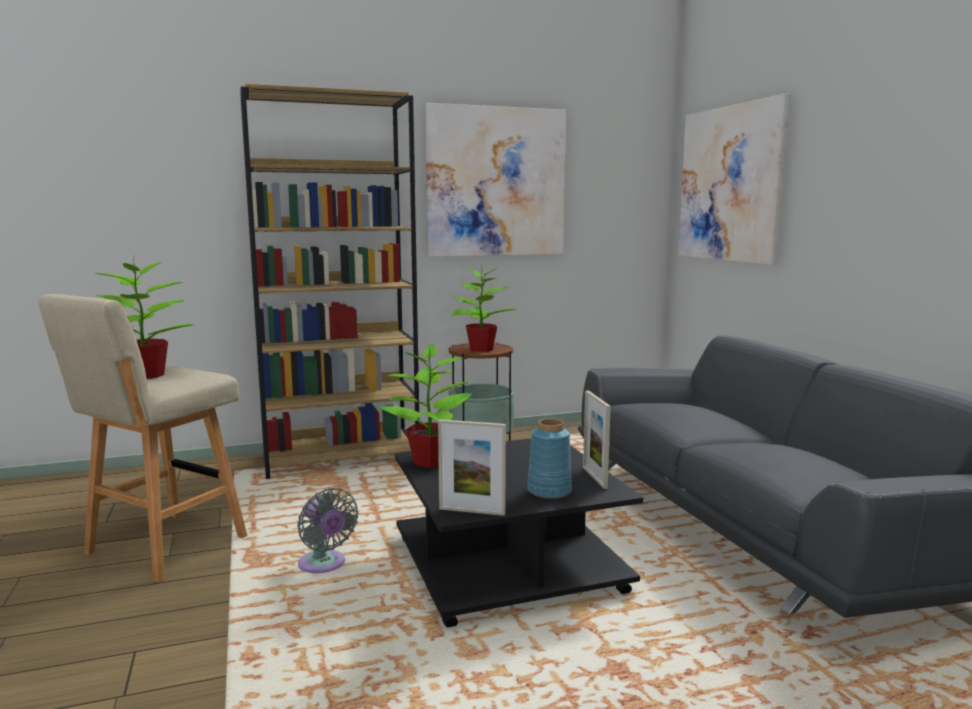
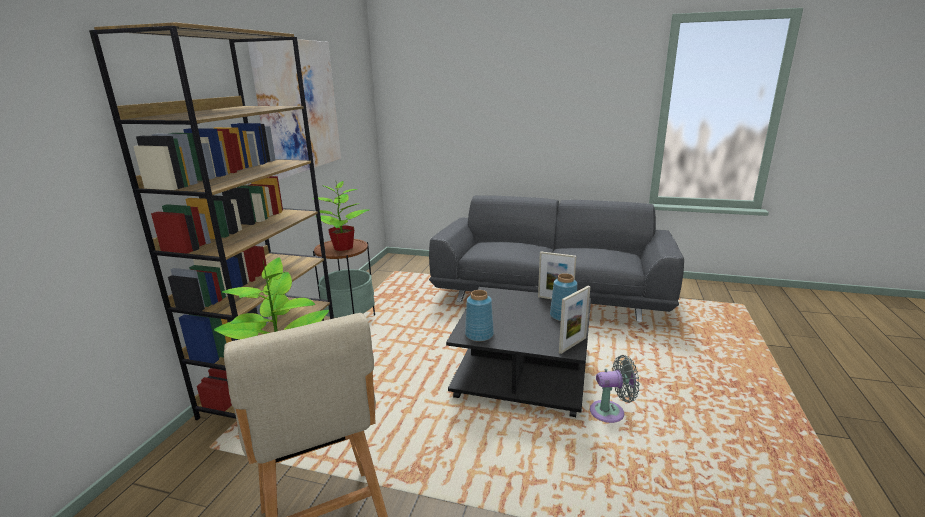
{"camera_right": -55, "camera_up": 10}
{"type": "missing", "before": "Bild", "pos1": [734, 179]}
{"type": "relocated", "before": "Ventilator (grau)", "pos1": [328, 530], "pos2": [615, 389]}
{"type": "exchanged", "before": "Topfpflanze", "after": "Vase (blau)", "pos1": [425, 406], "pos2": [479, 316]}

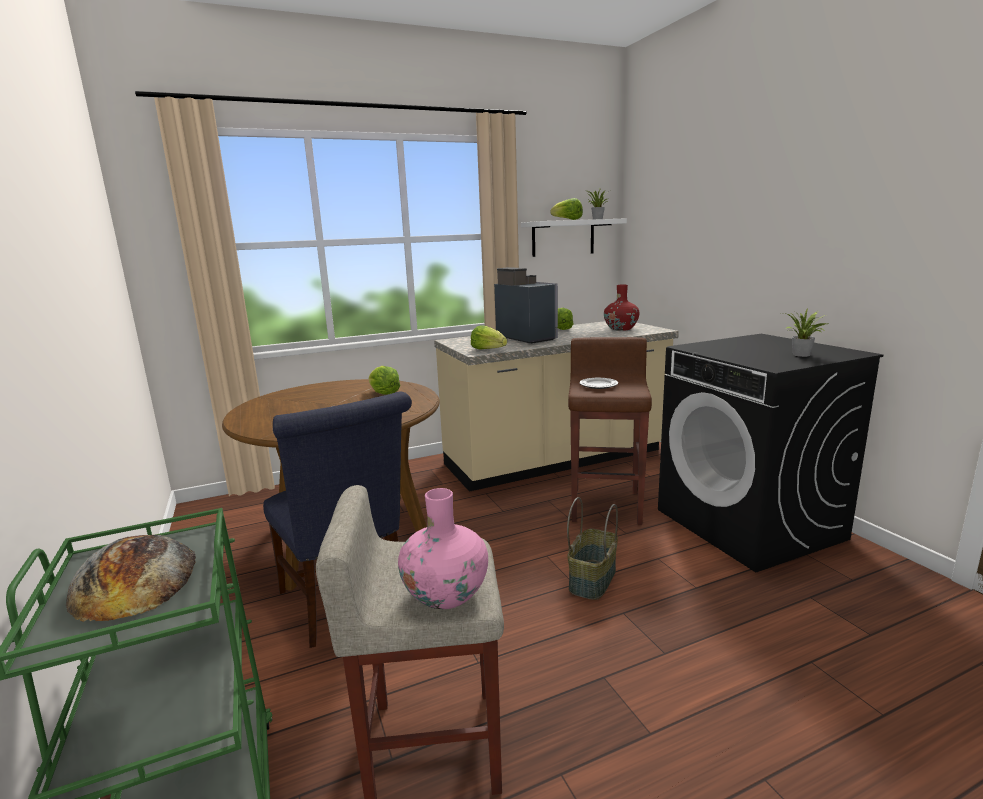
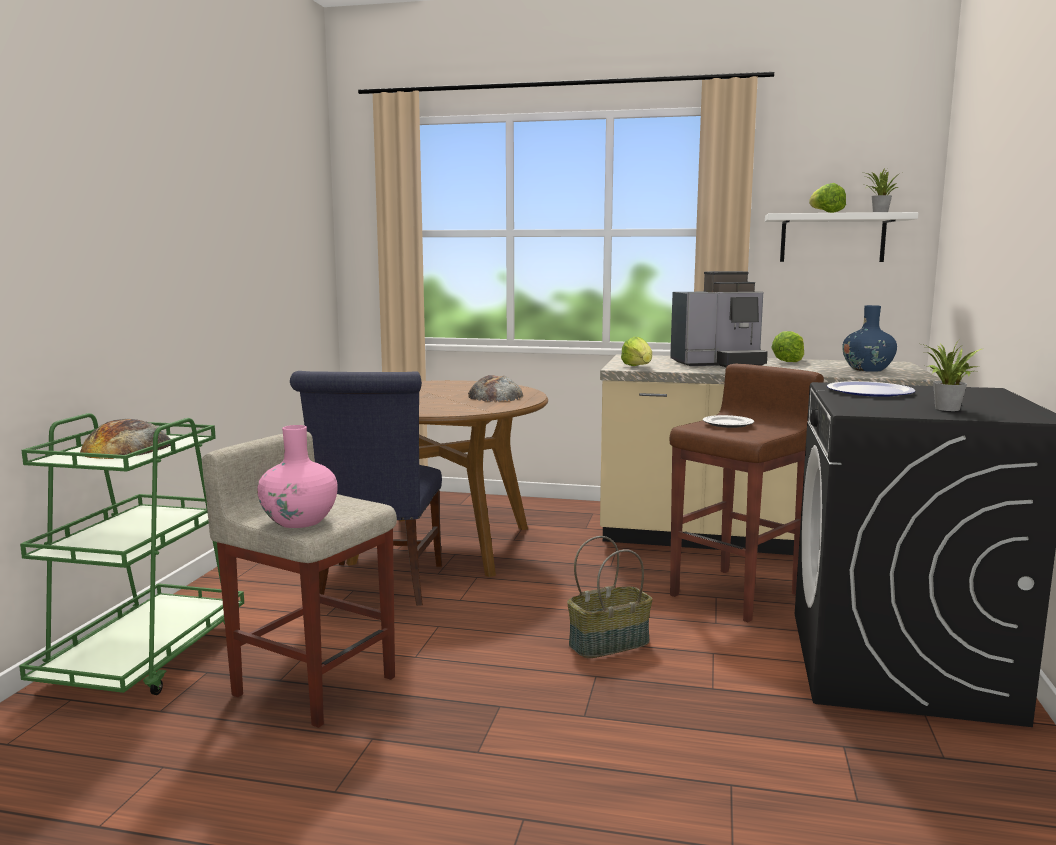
{"camera_right": 35, "camera_up": -5}
{"type": "appeared", "after": "Teller", "pos2": [871, 389]}
{"type": "exchanged", "before": "Salatkopf", "after": "Brot", "pos1": [384, 380], "pos2": [496, 388]}
{"type": "colour", "before": "Vase (rot)", "after": "Vase (blau)", "pos1": [621, 308], "pos2": [869, 338]}
{"type": "spun", "before": "Kaffeemaschine", "pos1": [526, 305], "pos2": [719, 319], "turn": 75}

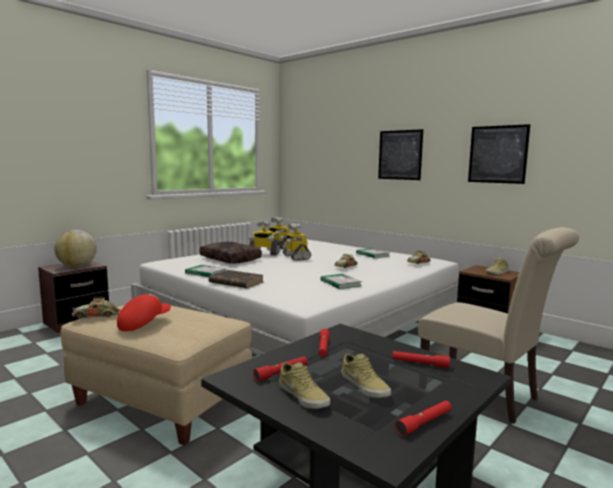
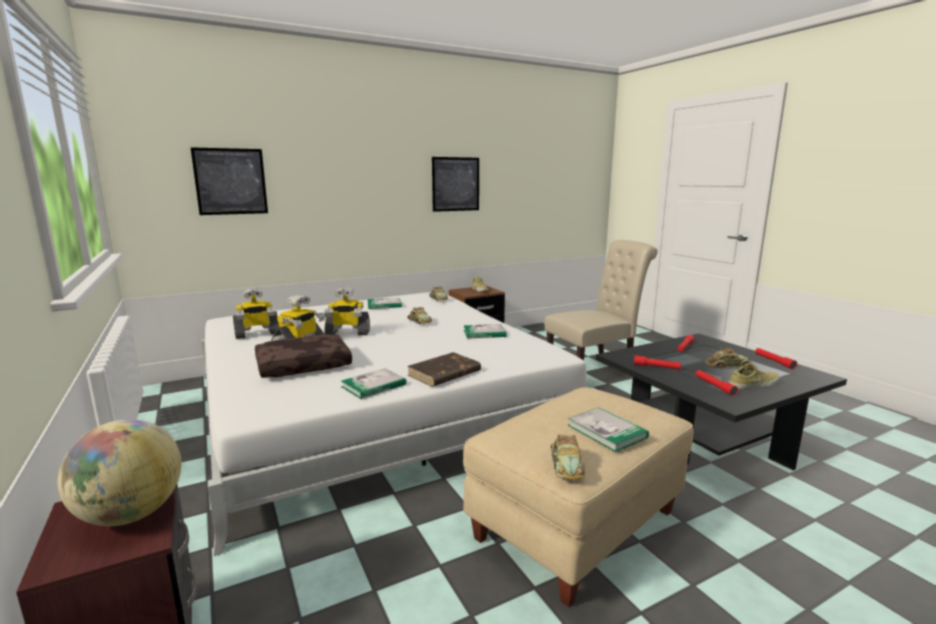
{"camera_right": -70, "camera_up": 5}
{"type": "relocated", "before": "Bild", "pos1": [400, 154], "pos2": [229, 181]}
{"type": "exchanged", "before": "Kappe (rot)", "after": "Buch", "pos1": [144, 313], "pos2": [608, 429]}
{"type": "exchanged", "before": "Schuh (beige)", "after": "Spielzeugauto", "pos1": [366, 376], "pos2": [728, 357]}

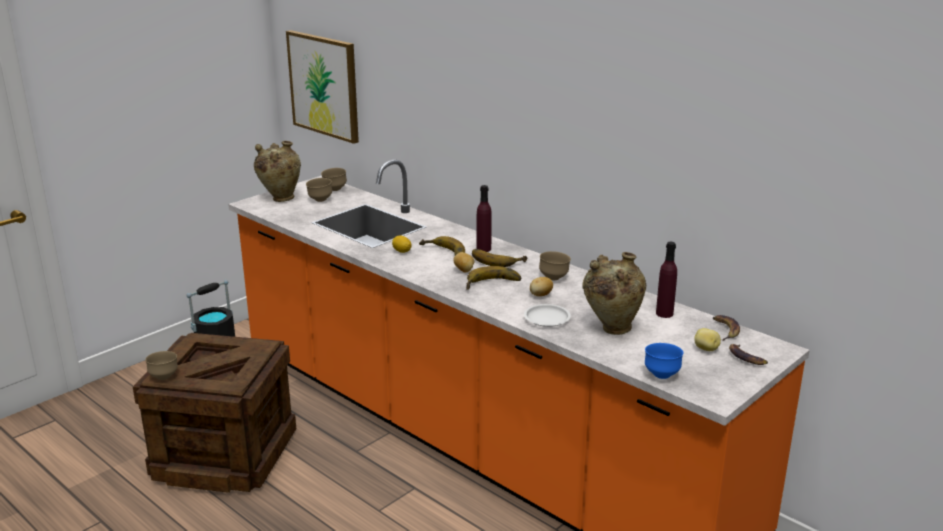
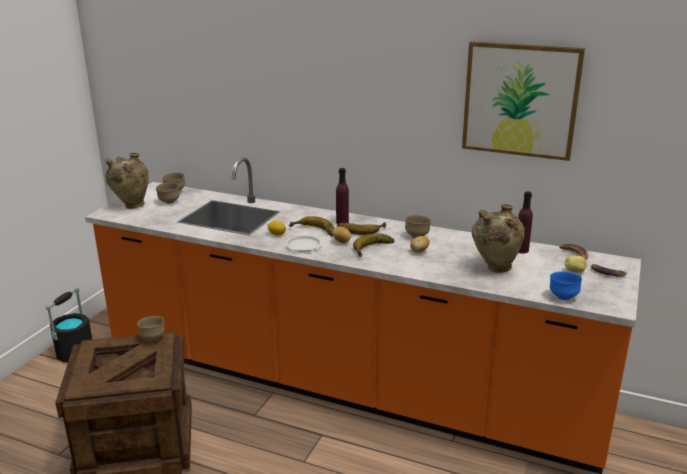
{"camera_right": -20, "camera_up": 0}
{"type": "relocated", "before": "Schüssel (braun)", "pos1": [161, 365], "pos2": [151, 328]}
{"type": "relocated", "before": "Bild", "pos1": [322, 87], "pos2": [523, 101]}
{"type": "relocated", "before": "Teller (weiß)", "pos1": [547, 315], "pos2": [303, 243]}

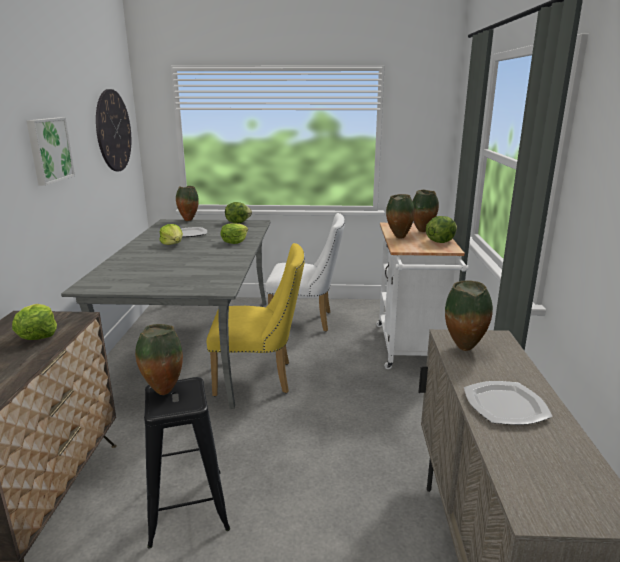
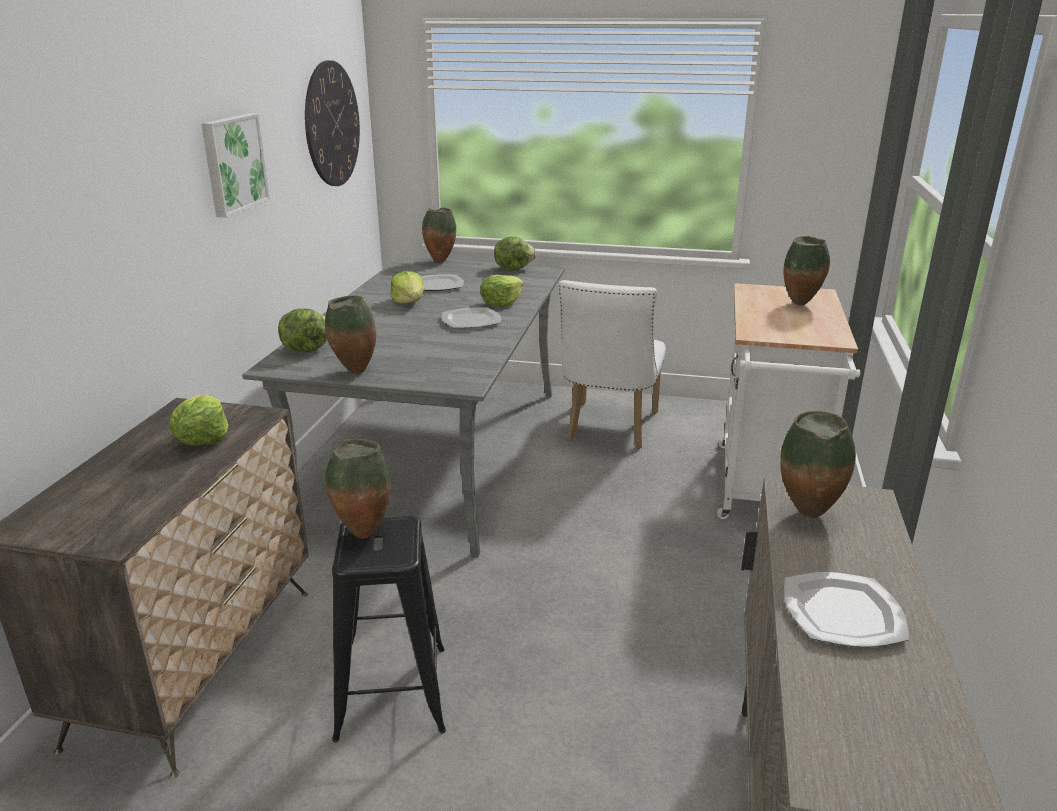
{"camera_right": 10, "camera_up": 5}
{"type": "missing", "before": "Stuhl (gelb)", "pos1": [256, 320]}
{"type": "appeared", "after": "Teller", "pos2": [471, 317]}
{"type": "relocated", "before": "Vase", "pos1": [400, 216], "pos2": [350, 335]}
{"type": "relocated", "before": "Salatkopf", "pos1": [441, 229], "pos2": [302, 330]}
{"type": "spun", "before": "Stuhl (weiß)", "pos1": [305, 272], "pos2": [612, 364], "turn": 90}

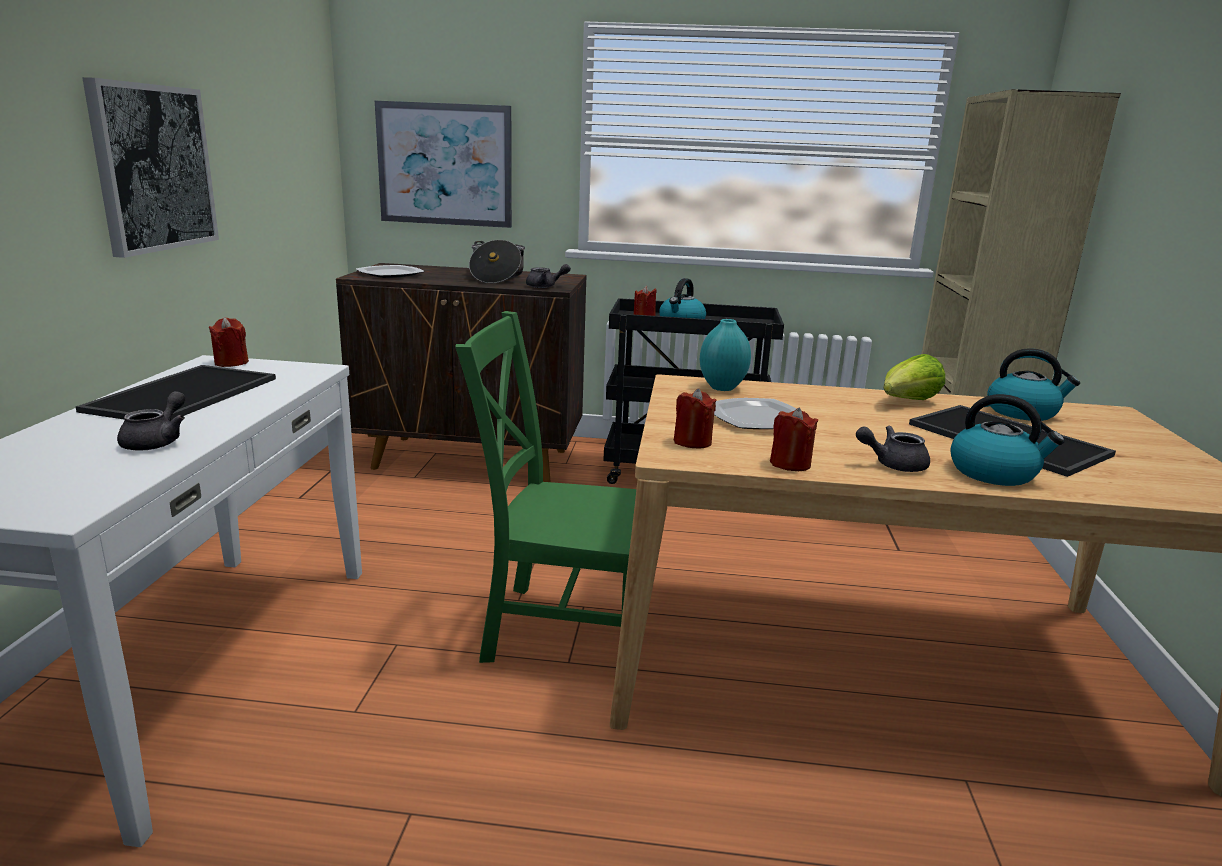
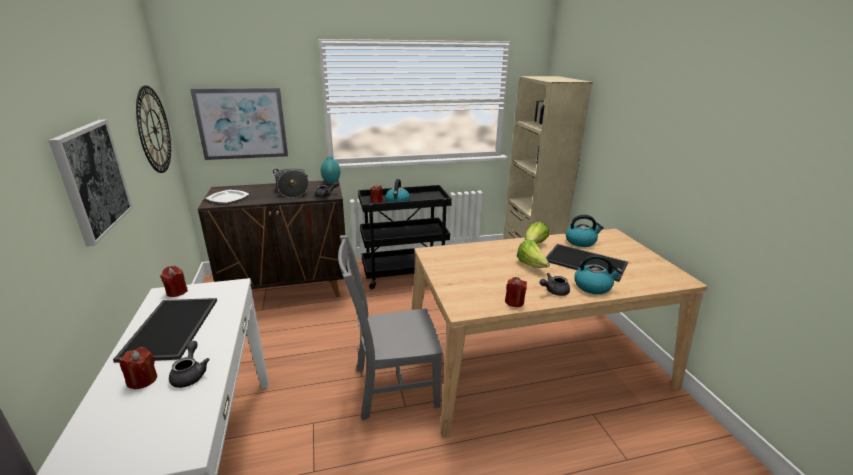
{"camera_right": -20, "camera_up": 5}
{"type": "missing", "before": "Teller", "pos1": [755, 413]}
{"type": "appeared", "after": "Wanduhr", "pos2": [153, 129]}
{"type": "appeared", "after": "Salatkopf", "pos2": [533, 254]}
{"type": "relocated", "before": "Kerze (rot)", "pos1": [695, 418], "pos2": [138, 368]}
{"type": "relocated", "before": "Vase (türkis)", "pos1": [725, 355], "pos2": [330, 170]}
{"type": "colour", "before": "Stuhl (grün)", "after": "Stuhl (grau)", "pos1": [545, 487], "pos2": [390, 328]}

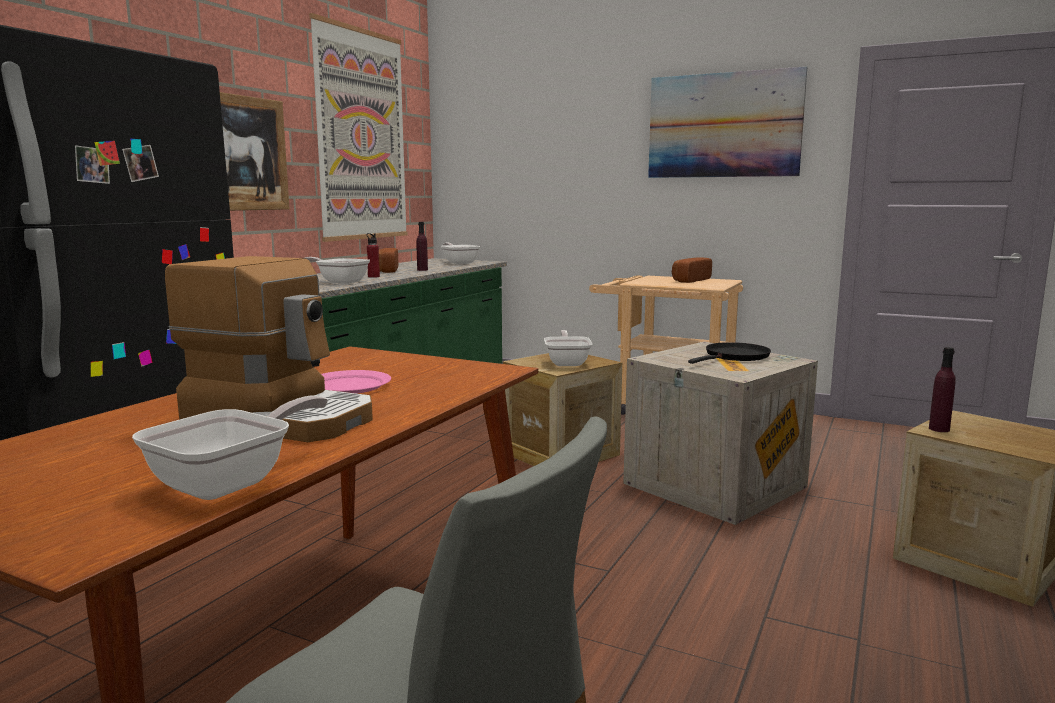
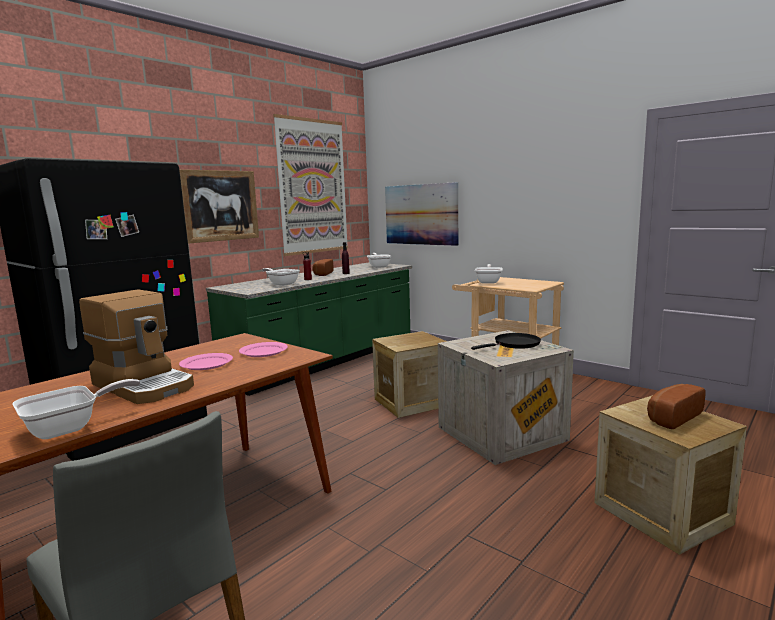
{"camera_right": 15, "camera_up": 0}
{"type": "missing", "before": "Flasche (lila)", "pos1": [942, 389]}
{"type": "appeared", "after": "Teller (rosa)", "pos2": [263, 349]}
{"type": "relocated", "before": "Pfanne", "pos1": [568, 348], "pos2": [488, 274]}
{"type": "relocated", "before": "Bild", "pos1": [727, 122], "pos2": [421, 214]}
{"type": "relocated", "before": "Brot", "pos1": [692, 270], "pos2": [676, 406]}

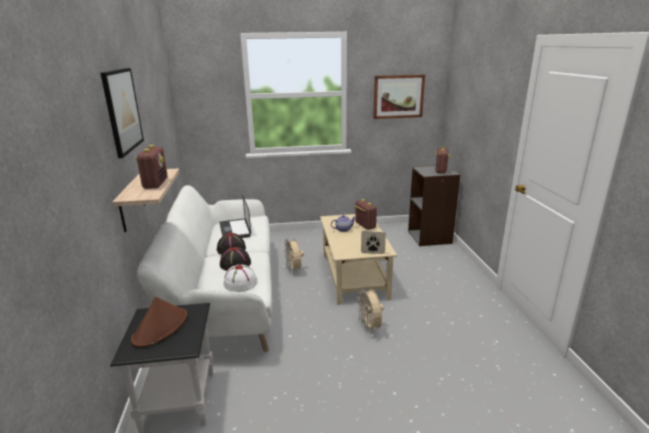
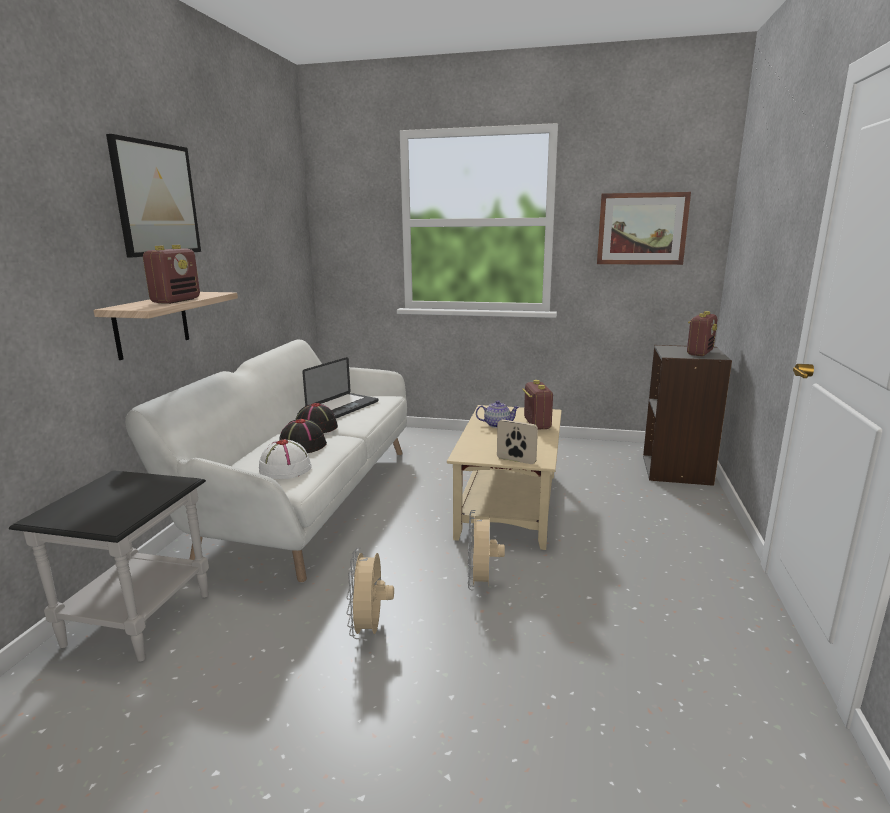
{"camera_right": 20, "camera_up": -5}
{"type": "missing", "before": "Hut (braun)", "pos1": [159, 322]}
{"type": "relocated", "before": "Ventilator (beige)", "pos1": [294, 256], "pos2": [370, 593]}
{"type": "spun", "before": "Laptop", "pos1": [235, 217], "pos2": [340, 387], "turn": -150}

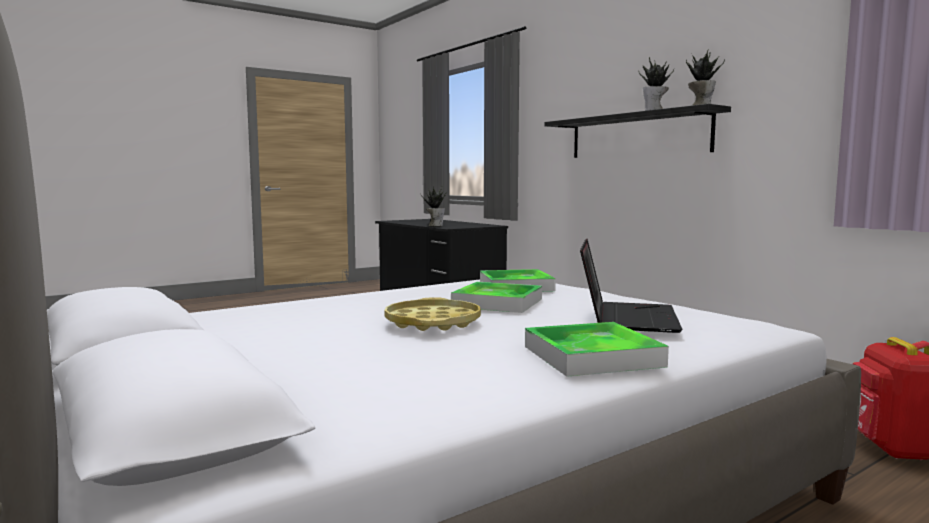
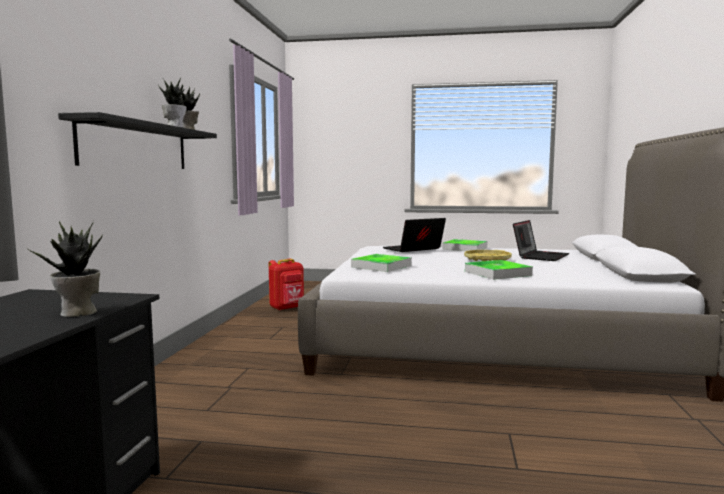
{"camera_right": -135, "camera_up": 0}
{"type": "appeared", "after": "Laptop", "pos2": [541, 240]}
{"type": "relocated", "before": "Tablett", "pos1": [496, 297], "pos2": [499, 270]}

